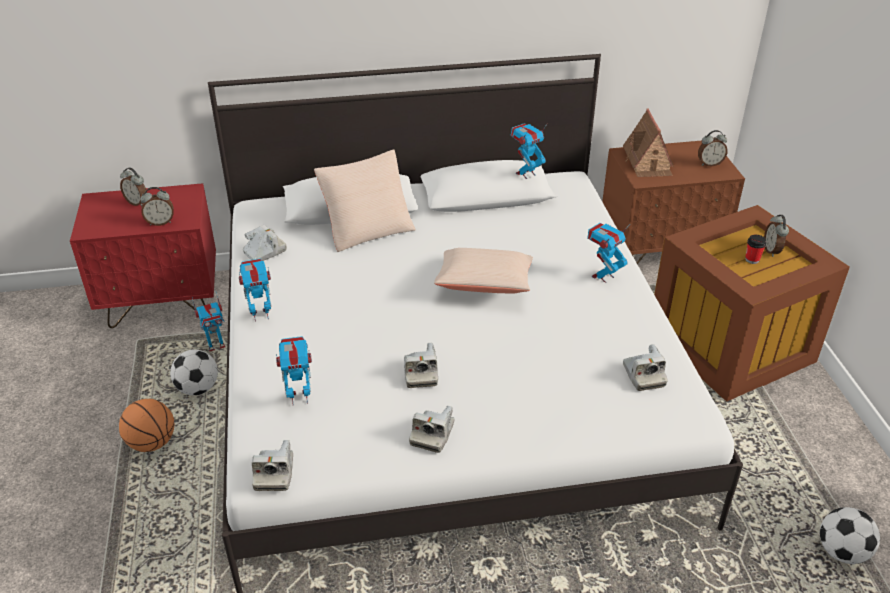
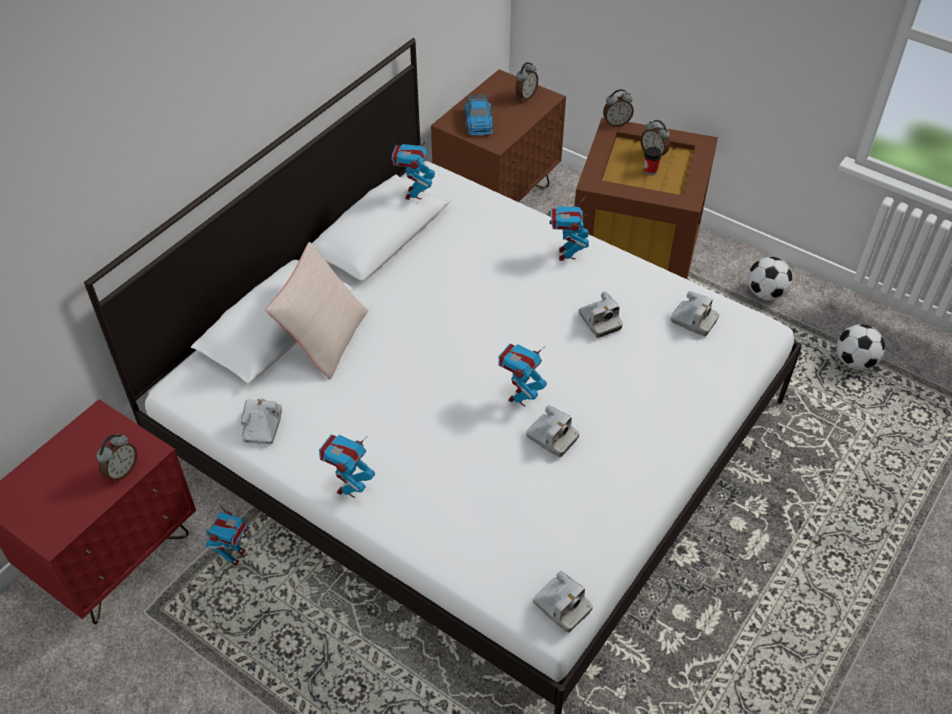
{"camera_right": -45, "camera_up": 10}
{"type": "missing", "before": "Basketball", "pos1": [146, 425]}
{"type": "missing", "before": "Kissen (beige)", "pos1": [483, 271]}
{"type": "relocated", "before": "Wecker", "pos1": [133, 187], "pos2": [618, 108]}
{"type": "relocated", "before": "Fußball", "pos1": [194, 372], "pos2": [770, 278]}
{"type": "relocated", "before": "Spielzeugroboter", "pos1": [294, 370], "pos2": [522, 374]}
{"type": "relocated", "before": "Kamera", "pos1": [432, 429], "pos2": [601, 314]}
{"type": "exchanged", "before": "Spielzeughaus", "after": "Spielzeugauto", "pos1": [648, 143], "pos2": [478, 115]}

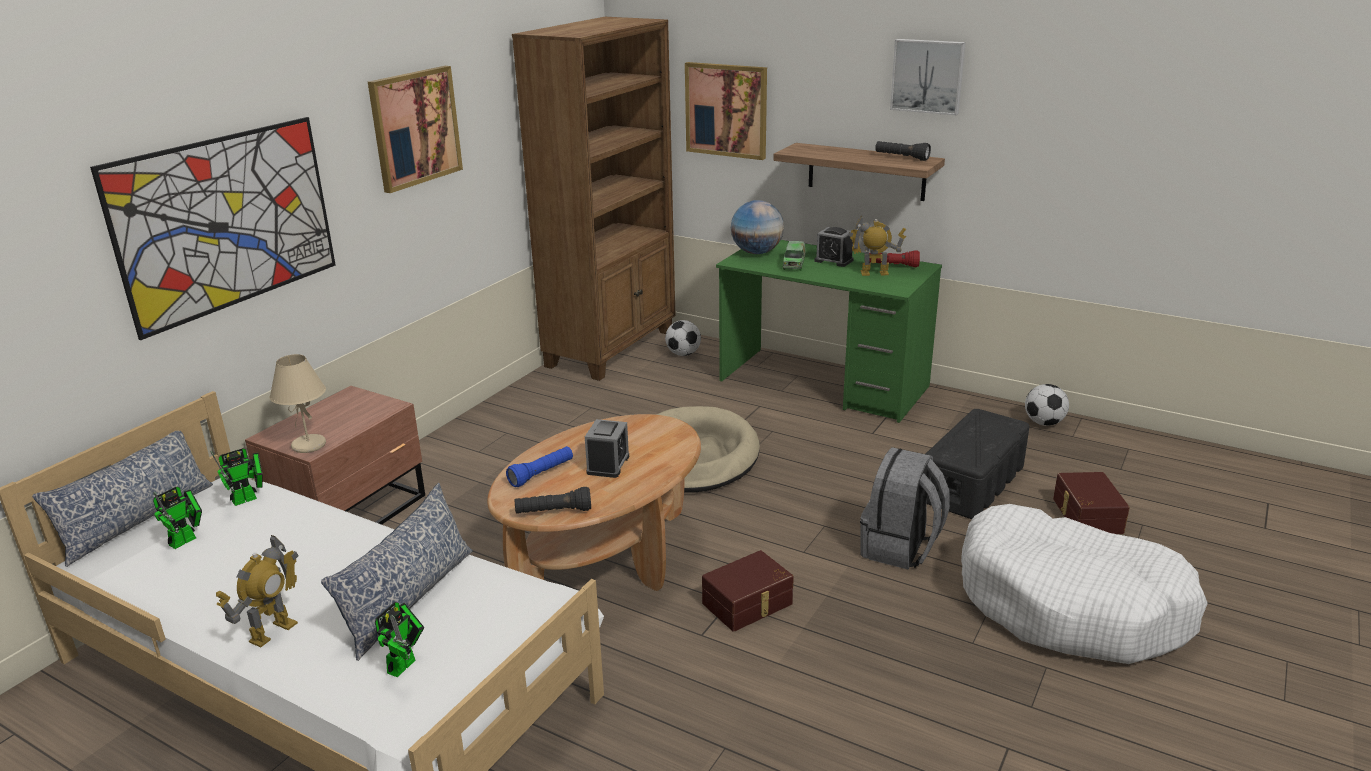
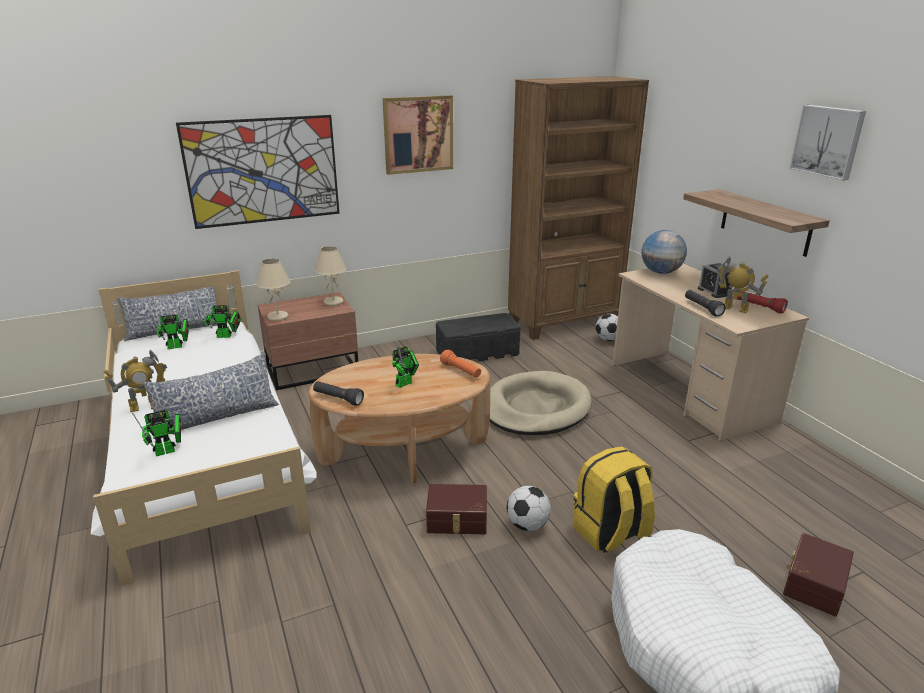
{"camera_right": 35, "camera_up": 0}
{"type": "missing", "before": "Taschenlampe (blau)", "pos1": [539, 466]}
{"type": "missing", "before": "Bild", "pos1": [726, 111]}
{"type": "missing", "before": "Spielzeuglaster", "pos1": [794, 256]}
{"type": "appeared", "after": "Tischlampe (beige)", "pos2": [330, 276]}
{"type": "appeared", "after": "Taschenlampe (orange)", "pos2": [460, 364]}
{"type": "relocated", "before": "Taschenlampe (schwarz)", "pos1": [903, 151], "pos2": [705, 303]}
{"type": "relocated", "before": "Aufbewahrungsbox (schwarz)", "pos1": [977, 464], "pos2": [478, 337]}
{"type": "relocated", "before": "Fußball", "pos1": [1047, 405], "pos2": [529, 508]}
{"type": "exchanged", "before": "Wecker", "after": "Spielzeugroboter", "pos1": [607, 448], "pos2": [405, 367]}
{"type": "colour", "before": "Schreibtisch (grün)", "after": "Schreibtisch (beige)", "pos1": [829, 331], "pos2": [710, 352]}
{"type": "colour", "before": "Rucksack (grau)", "after": "Rucksack (gelb)", "pos1": [905, 508], "pos2": [614, 499]}

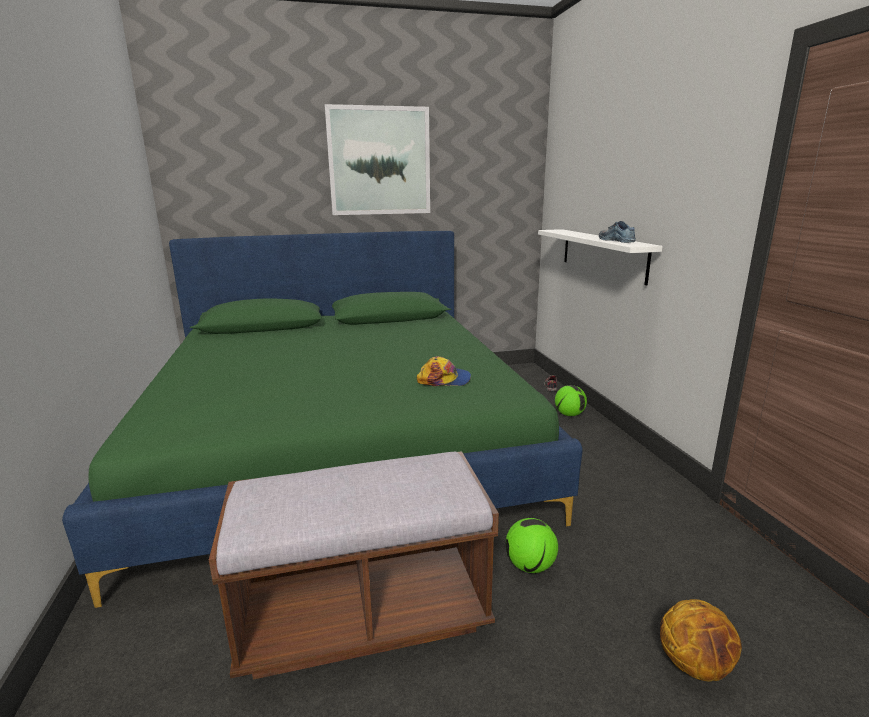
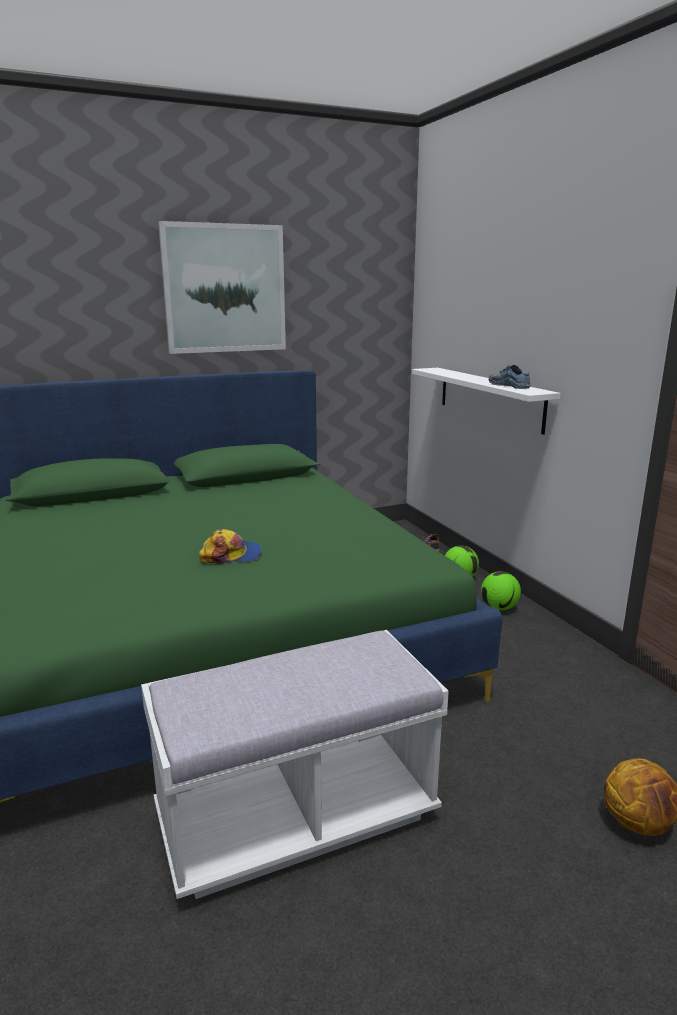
{"camera_right": -10, "camera_up": 0}
{"type": "relocated", "before": "Kappe", "pos1": [443, 371], "pos2": [230, 546]}
{"type": "relocated", "before": "Fußball", "pos1": [531, 545], "pos2": [501, 590]}
{"type": "colour", "before": "Bank (braun)", "after": "Bank (weiß)", "pos1": [354, 565], "pos2": [295, 764]}

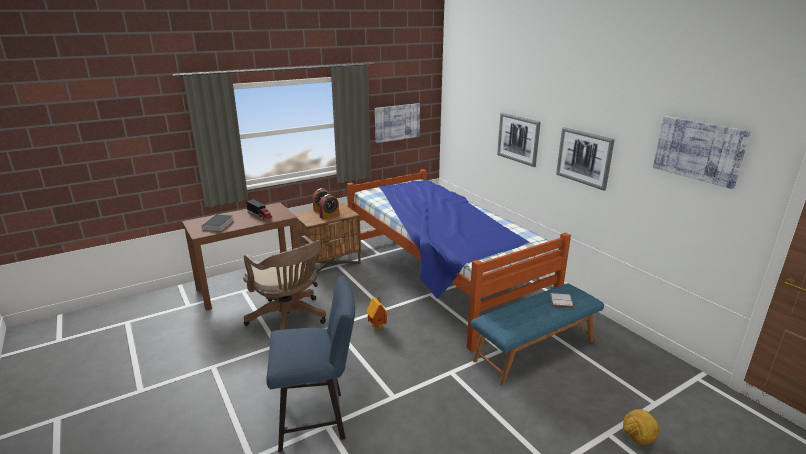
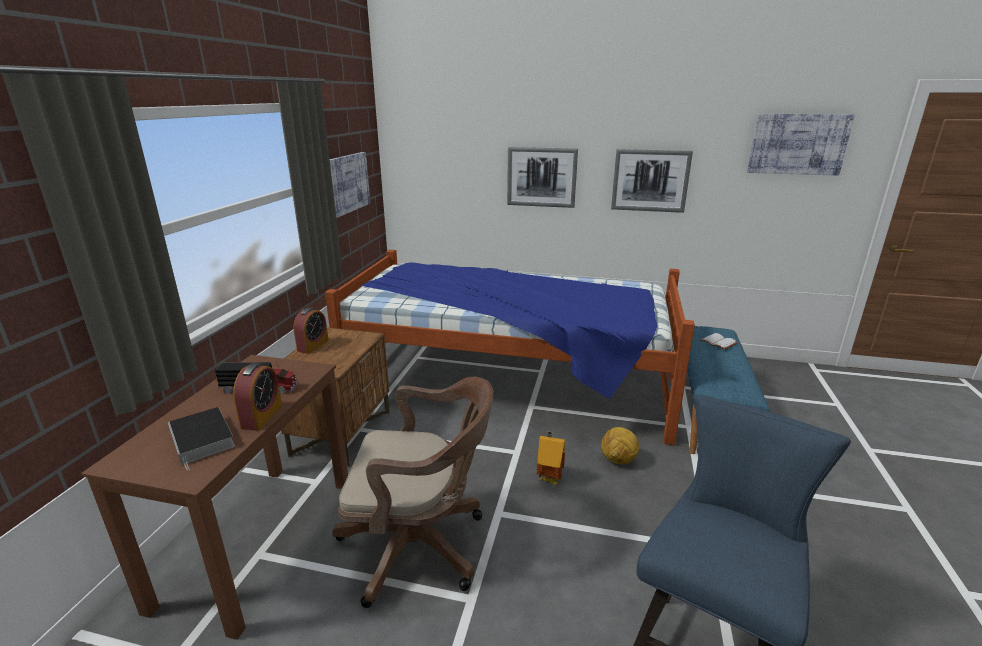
{"camera_right": -45, "camera_up": 0}
{"type": "relocated", "before": "Wecker", "pos1": [329, 207], "pos2": [257, 397]}
{"type": "relocated", "before": "Fußball", "pos1": [641, 427], "pos2": [620, 445]}

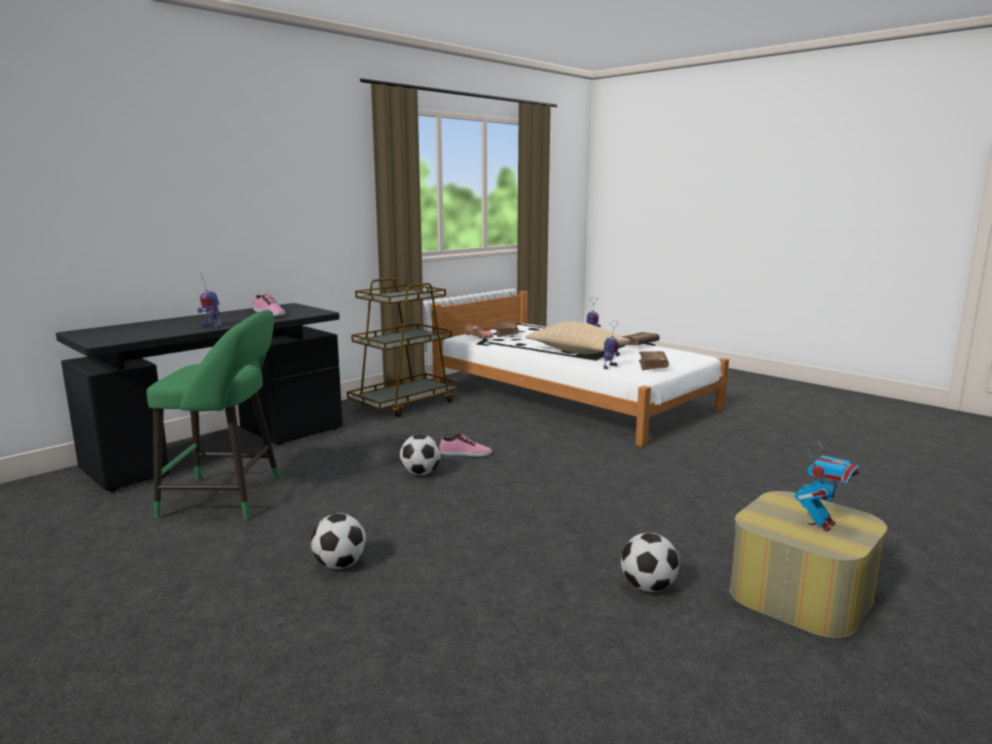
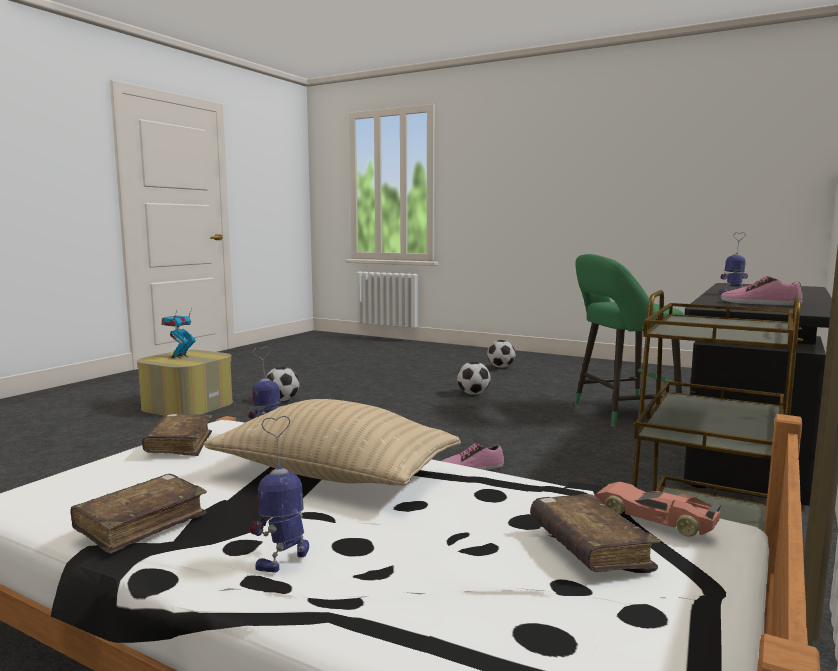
{"camera_right": 165, "camera_up": -5}
{"type": "relocated", "before": "Fußball", "pos1": [420, 454], "pos2": [501, 354]}

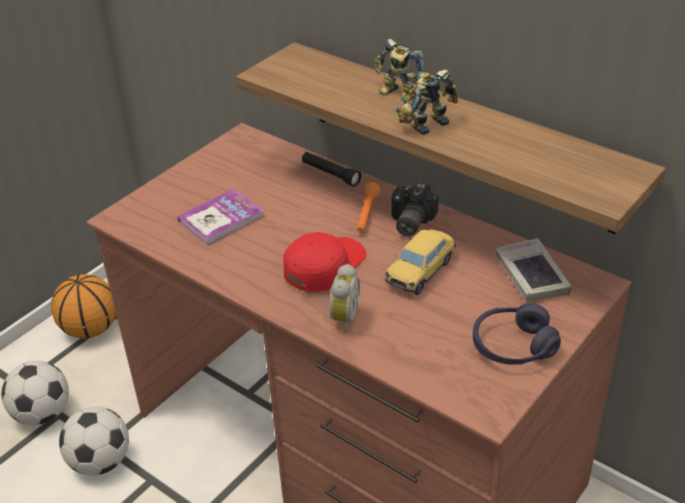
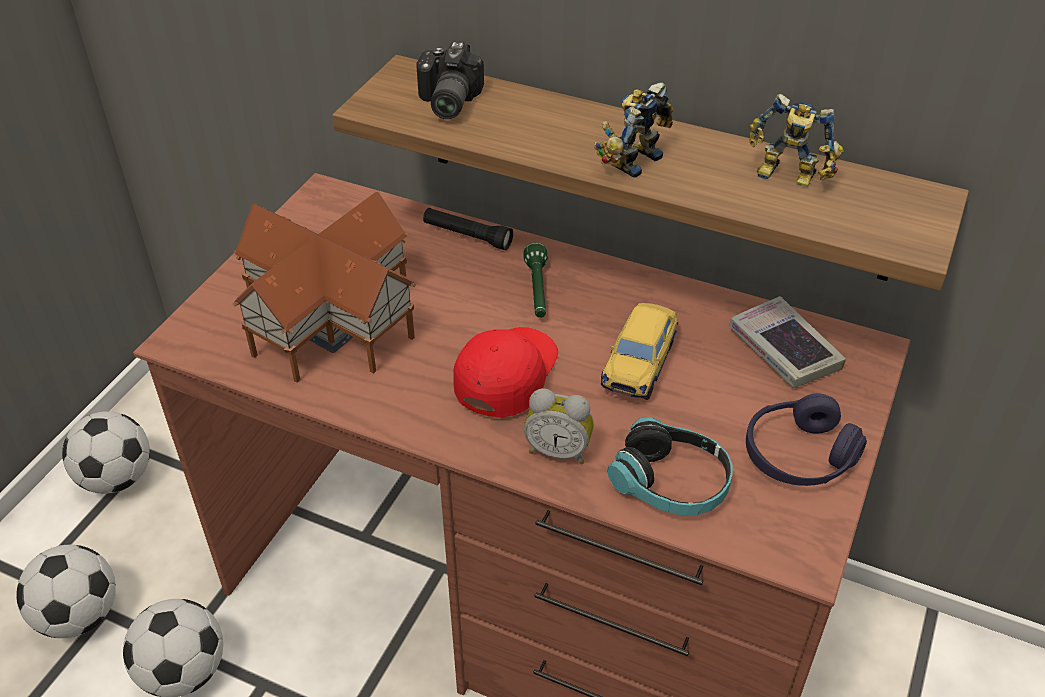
{"camera_right": -15, "camera_up": 5}
{"type": "appeared", "after": "Kopfhörer", "pos2": [670, 466]}
{"type": "relocated", "before": "Spielzeugroboter", "pos1": [400, 70], "pos2": [796, 140]}
{"type": "relocated", "before": "Kamera", "pos1": [415, 210], "pos2": [450, 80]}
{"type": "exchanged", "before": "Basketball", "after": "Fußball", "pos1": [83, 306], "pos2": [106, 452]}
{"type": "exchanged", "before": "Buch", "after": "Spielzeughaus", "pos1": [220, 217], "pos2": [324, 287]}
{"type": "colour", "before": "Taschenlampe (orange)", "after": "Taschenlampe (grün)", "pos1": [368, 207], "pos2": [535, 280]}
{"type": "spun", "before": "Wecker", "pos1": [344, 298], "pos2": [559, 426], "turn": 105}

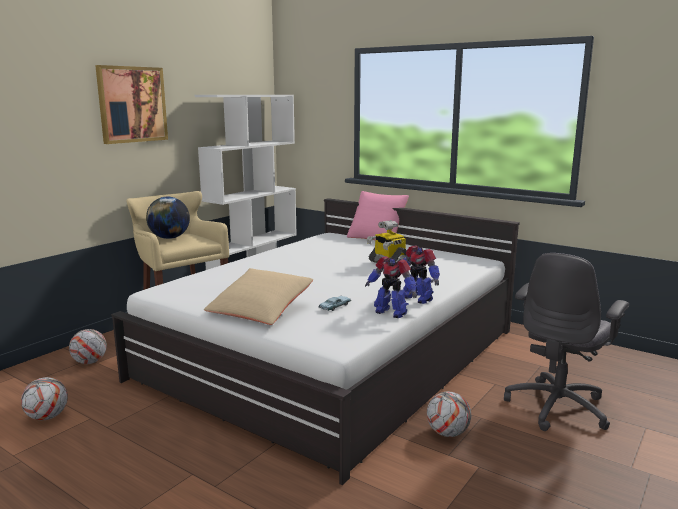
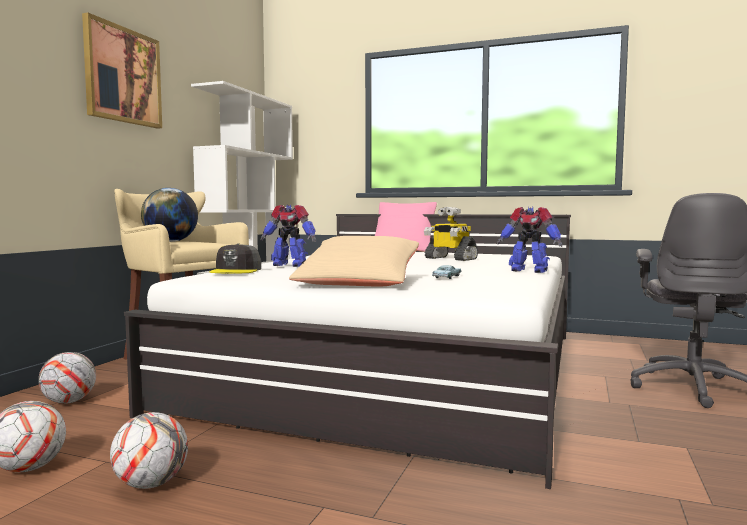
{"camera_right": -15, "camera_up": -10}
{"type": "appeared", "after": "Kappe (grau)", "pos2": [235, 258]}
{"type": "relocated", "before": "Spielzeugroboter", "pos1": [391, 287], "pos2": [288, 235]}
{"type": "relocated", "before": "Fußball", "pos1": [449, 414], "pos2": [149, 450]}

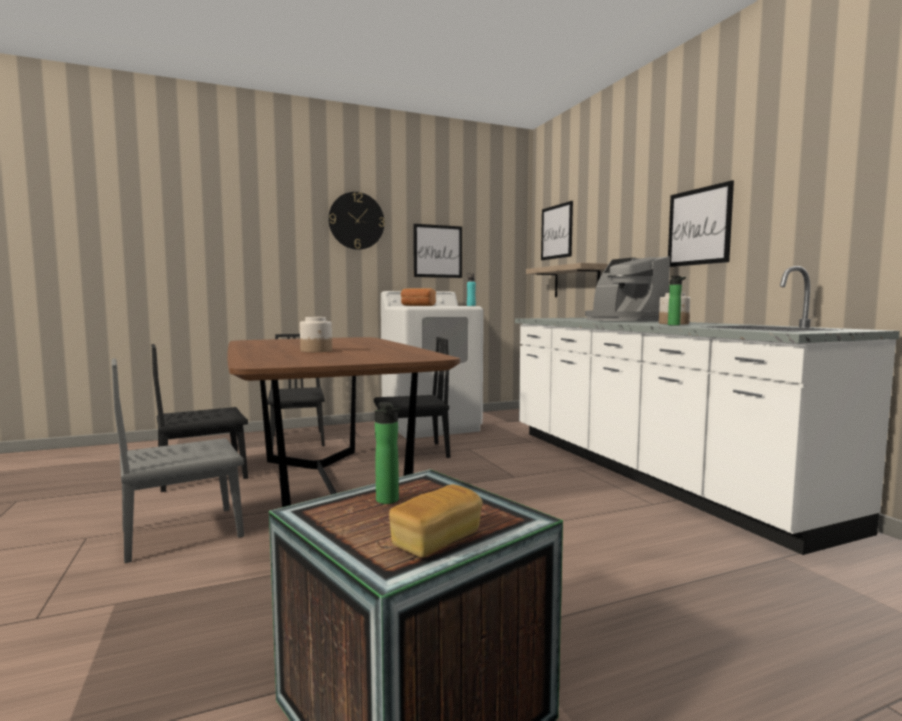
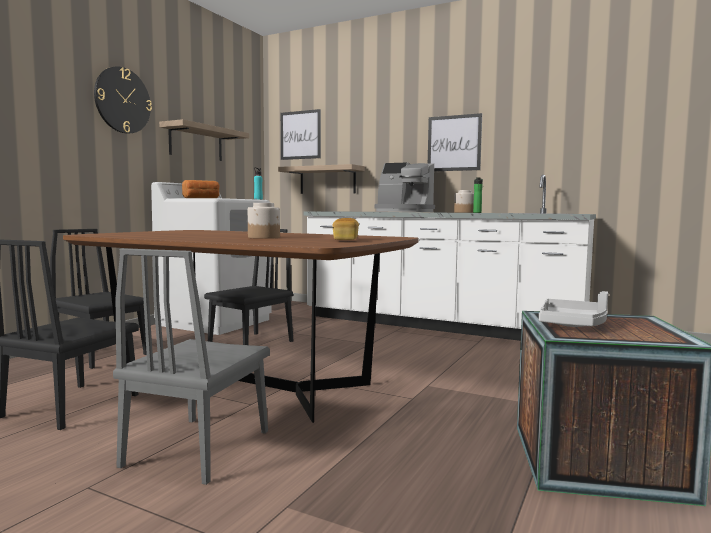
{"camera_right": -40, "camera_up": 0}
{"type": "relocated", "before": "Brot", "pos1": [435, 521], "pos2": [345, 229]}
{"type": "exchanged", "before": "Flasche", "after": "Tablett (grau)", "pos1": [387, 453], "pos2": [573, 309]}
{"type": "exchanged", "before": "Bild", "after": "Wandregal", "pos1": [437, 251], "pos2": [204, 140]}

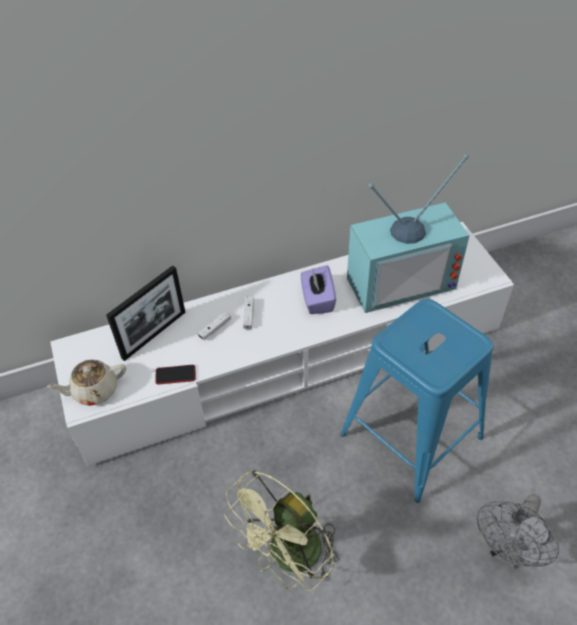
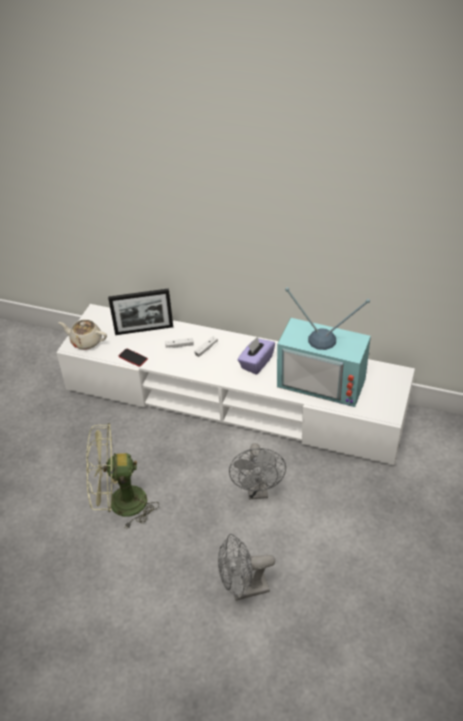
{"camera_right": 40, "camera_up": -5}
{"type": "exchanged", "before": "Hocker (blau)", "after": "Ventilator (grau)", "pos1": [417, 401], "pos2": [257, 471]}

